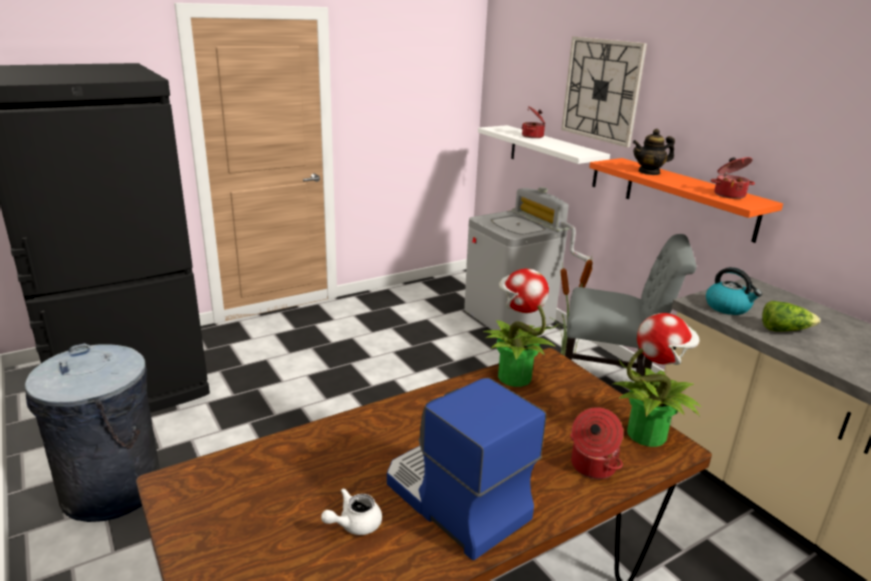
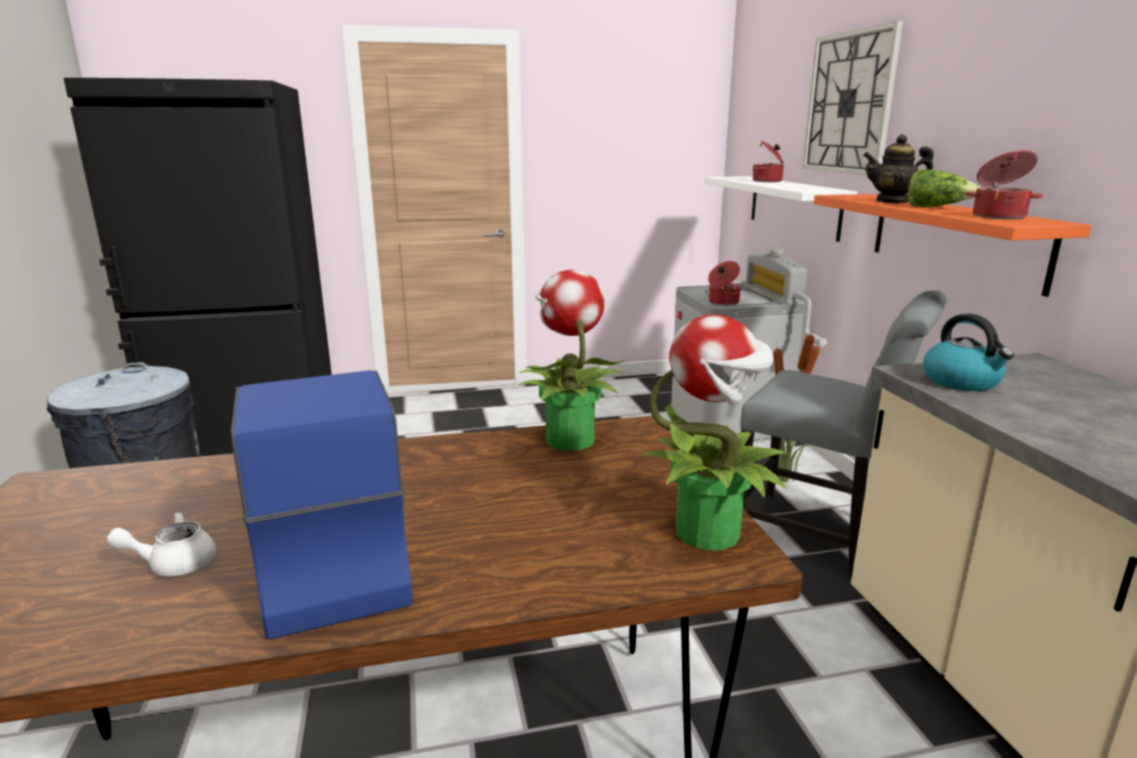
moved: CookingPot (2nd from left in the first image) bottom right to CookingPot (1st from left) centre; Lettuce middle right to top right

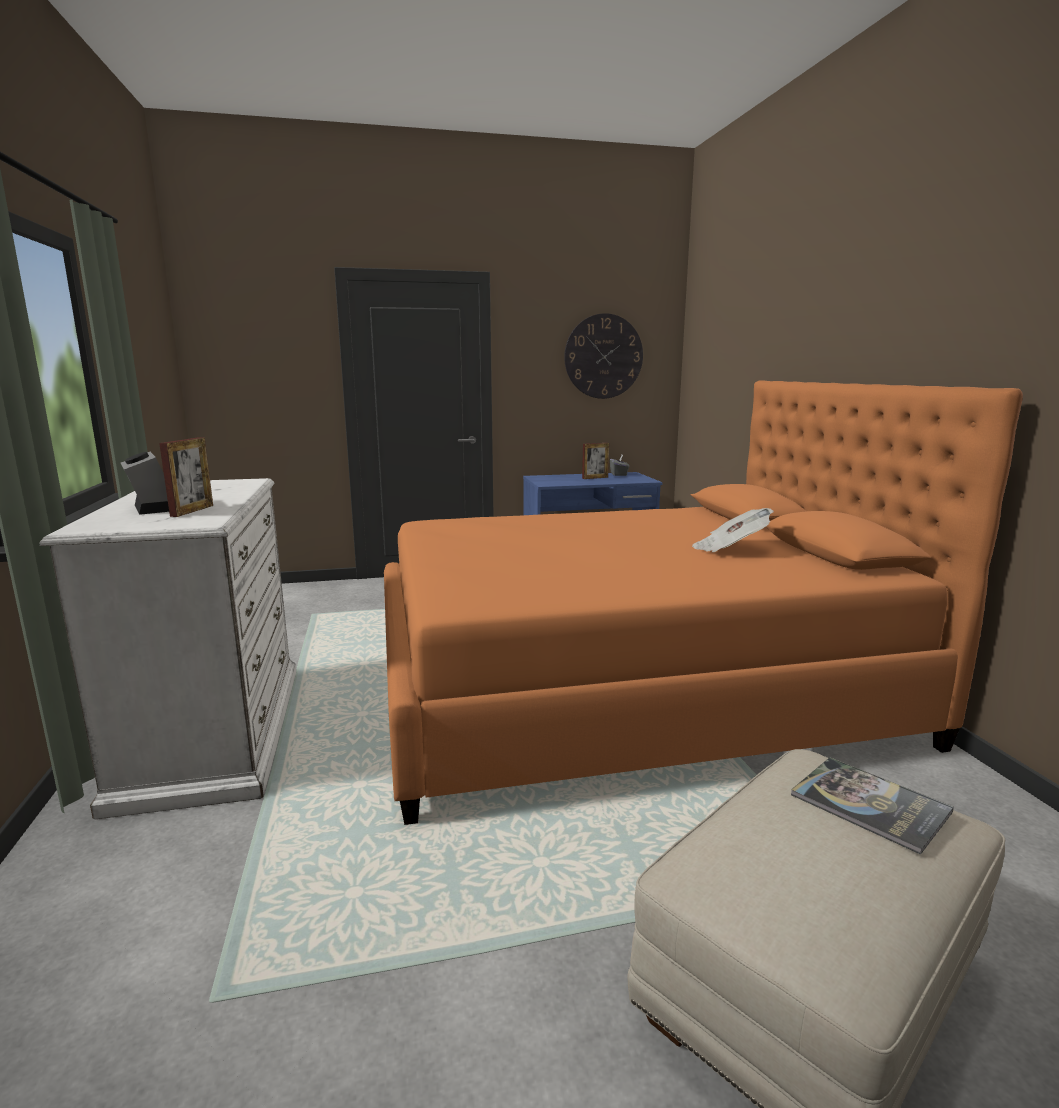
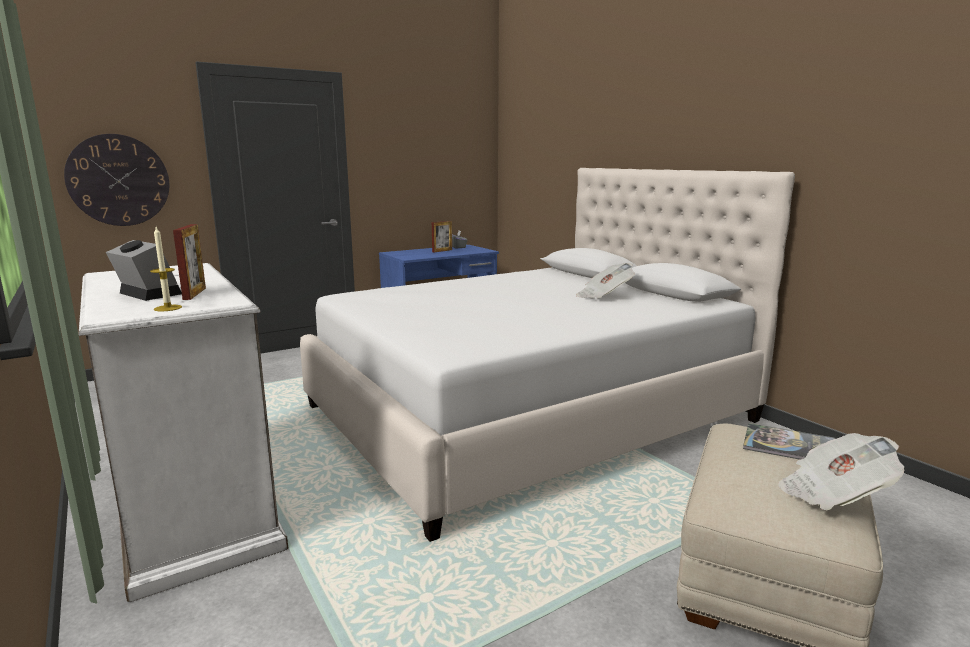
added: WaxLight middle left; Newspaper (2nd from left) bottom right
moved: WallClock top centre to top left
recoloured: OrangeSleepingBed centre to WhitishSleepingBed centre

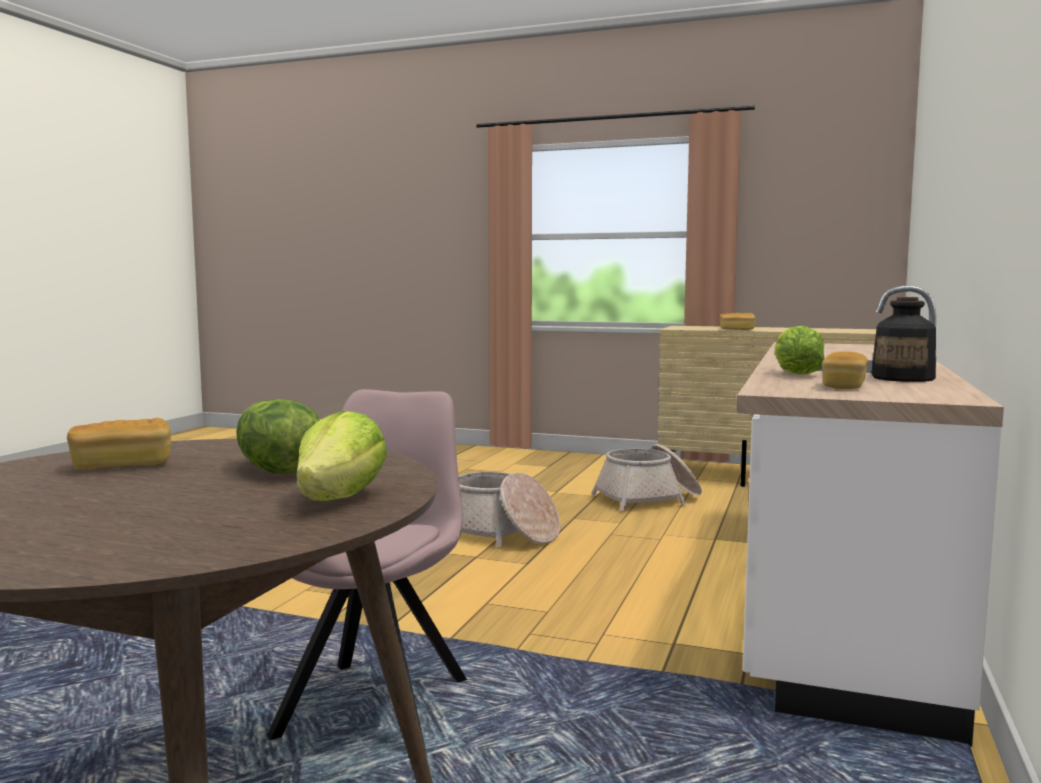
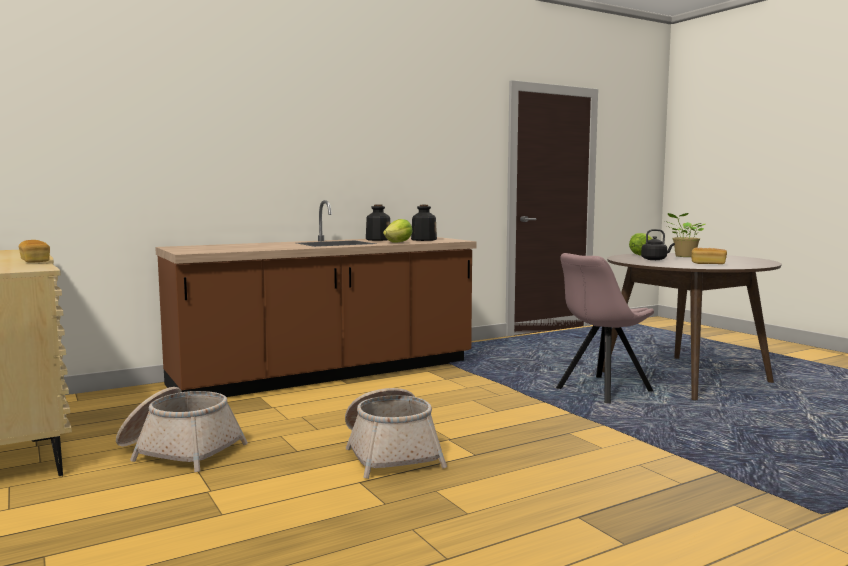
added: PottedPlant middle right
replaced: BakedBread (3rd from left) middle right to DrinkBottle (2nd from left) centre; Lettuce (1st from left) middle left to BlackColouredKettle middle right
recoloured: WhitishCounter middle right to BrownishCounter centre

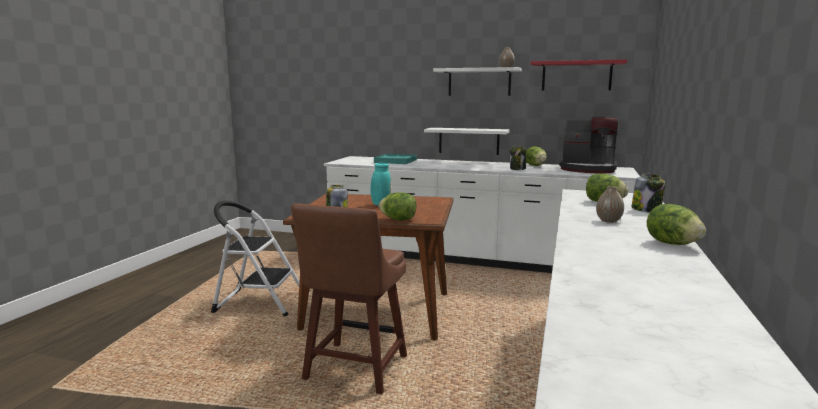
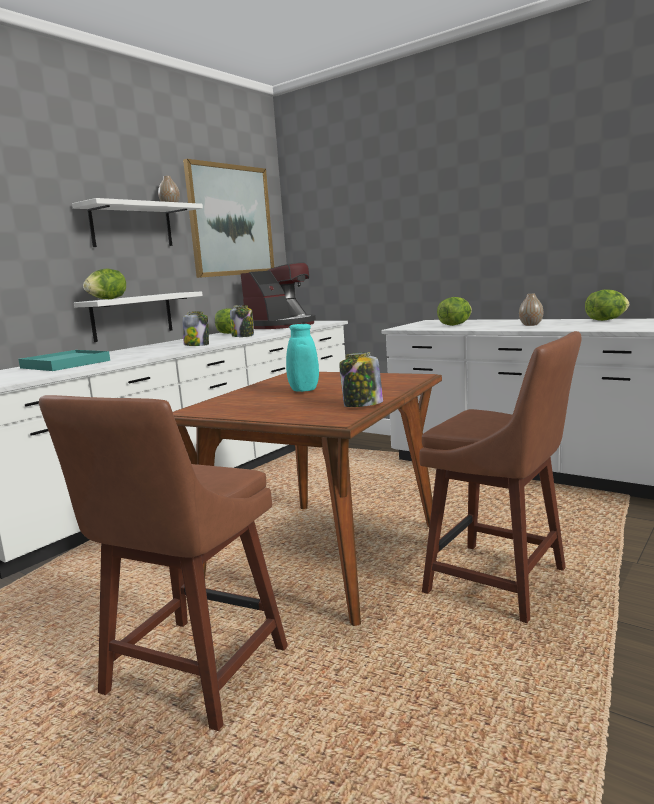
moved: Lettuce (1st from left) centre to middle left; PreserveJar (3rd from left in the first image) middle right to PreserveJar (1st from left) middle left
replaced: StepStool middle left to BrownishPlainChair (1st from left) bottom left; ReddishWallShelf top right to WallPicture top centre

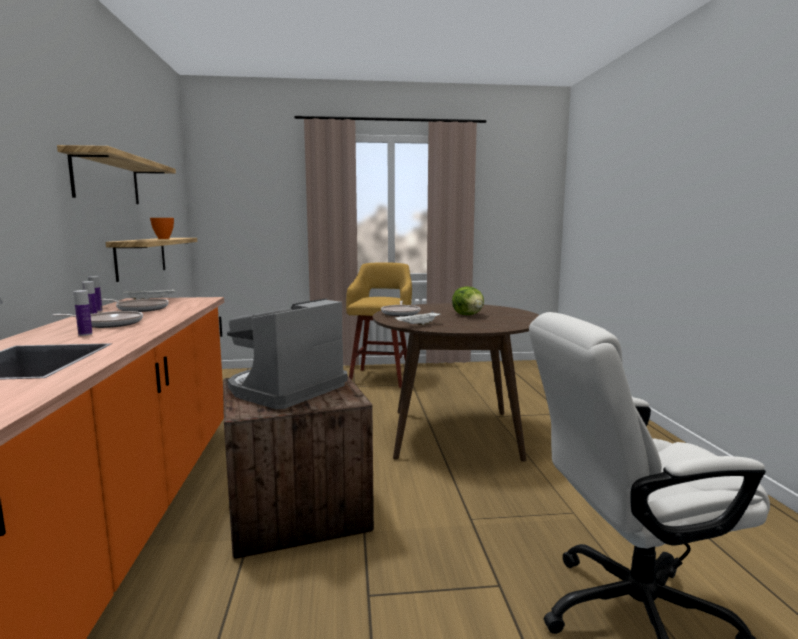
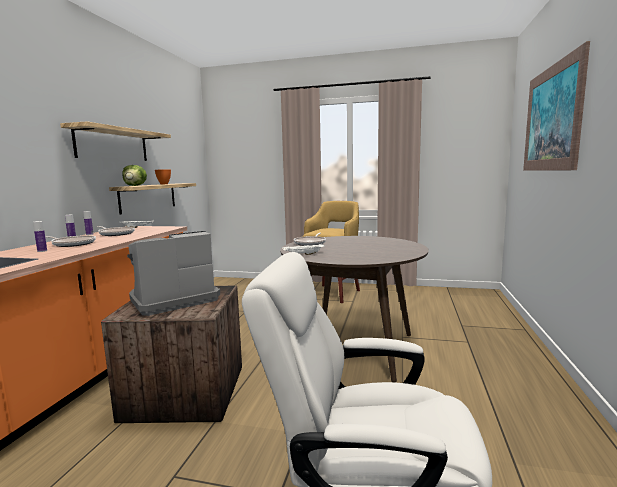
added: WallPicture top right
moved: Lettuce centre to middle left

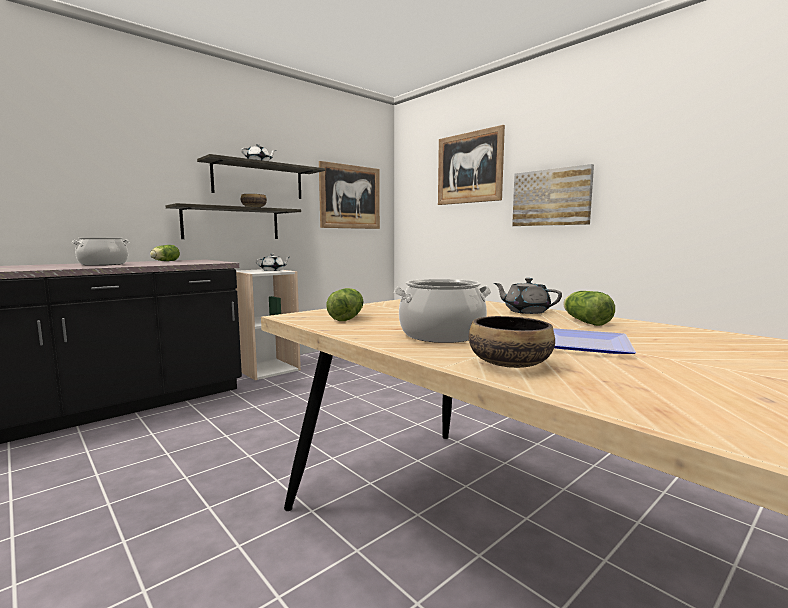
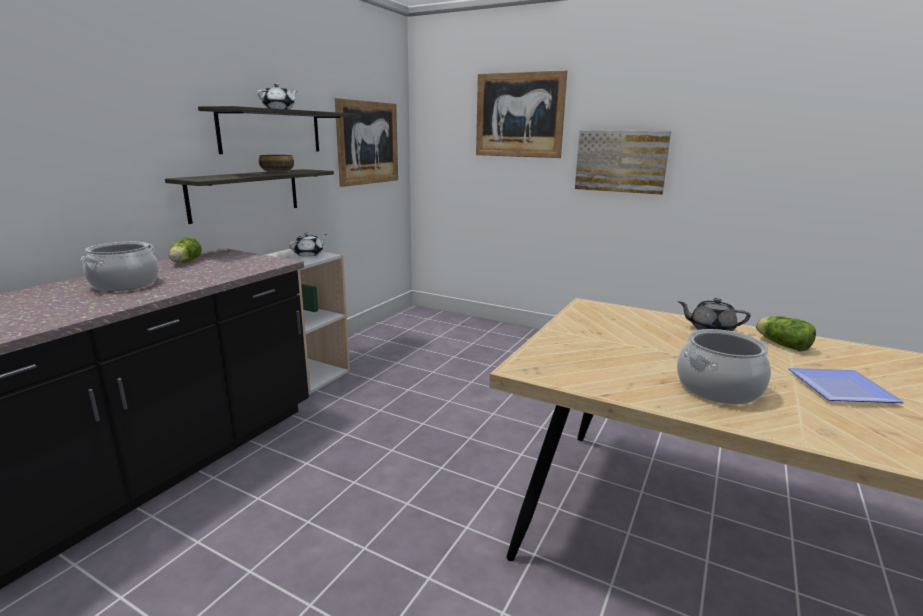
removed: Lettuce (2nd from left) centre; DeepDish (2nd from left) centre

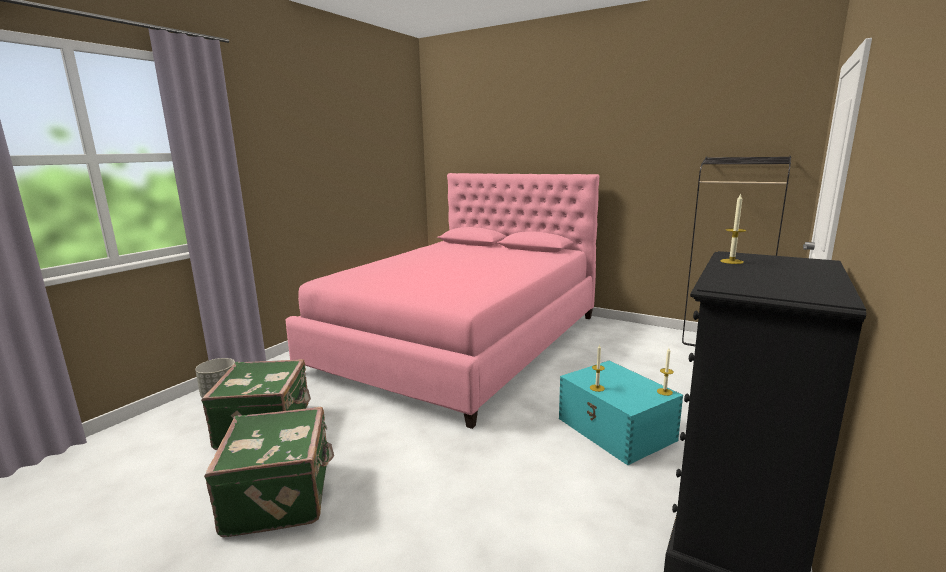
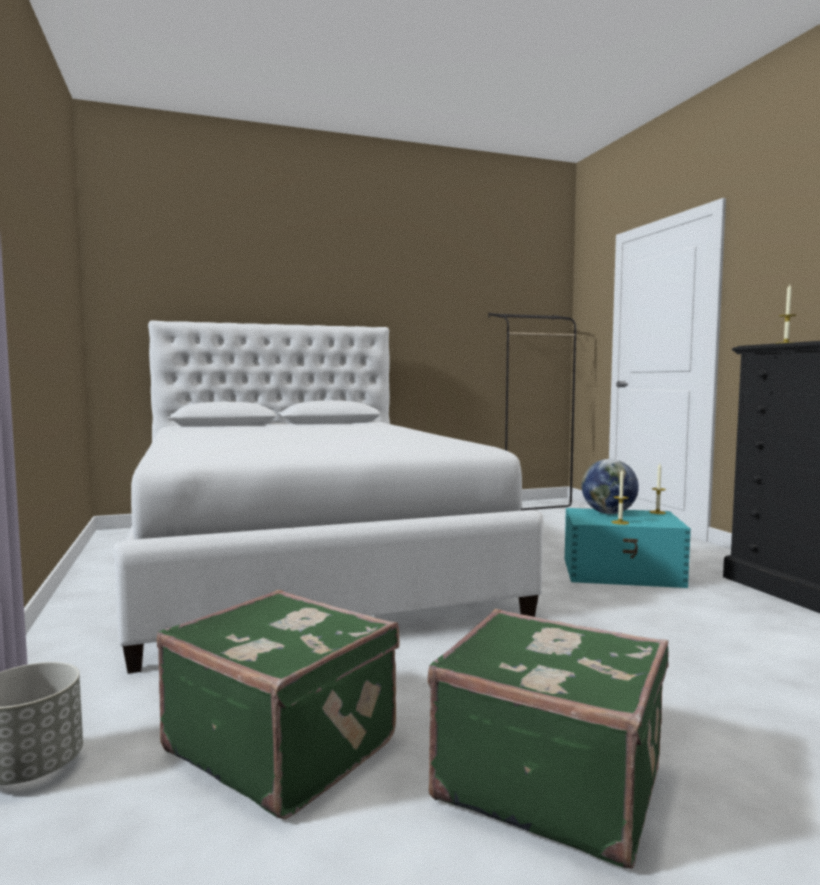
added: WorldGlobe middle right
recoloured: PinkColouredSleepingBed centre to WhitishSleepingBed centre

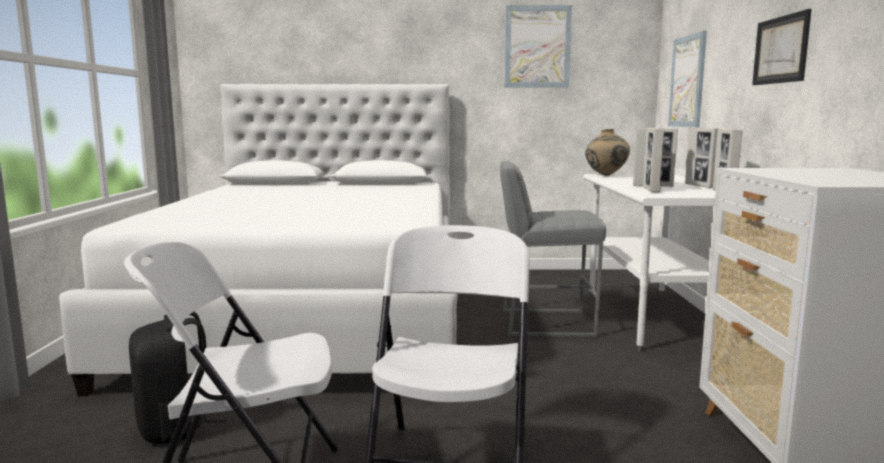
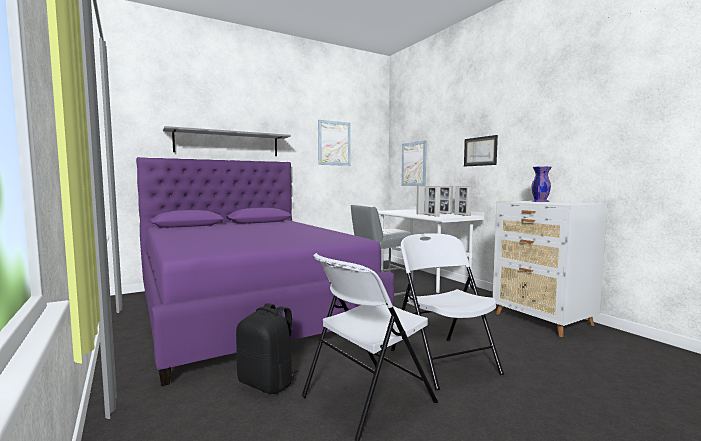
removed: SandColouredVase top right
added: GreyWallShelf top left; PurpleColouredVase middle right
recoloured: WhitishSleepingBed middle left to PurpleColouredSleepingBed centre

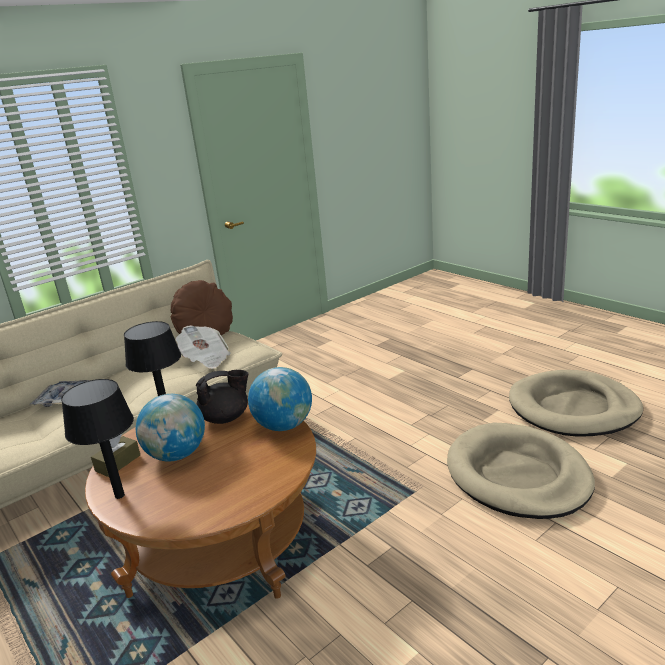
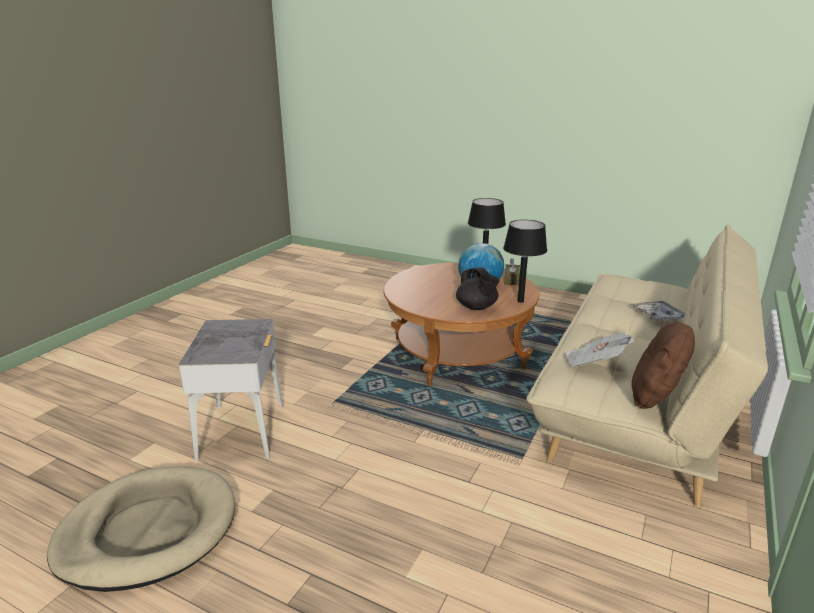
removed: WorldGlobe (2nd from left) centre
replaced: SandColouredDogCushion (1st from left) bottom right to SideTable middle left
turned: BlackColouredPotForTea centre = centre 75 degrees counterclockwise

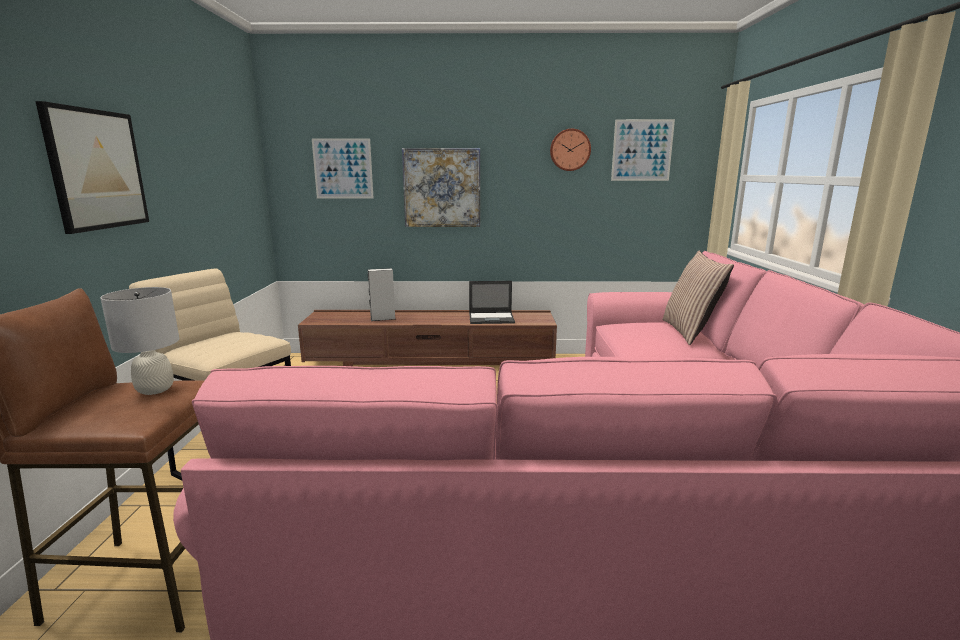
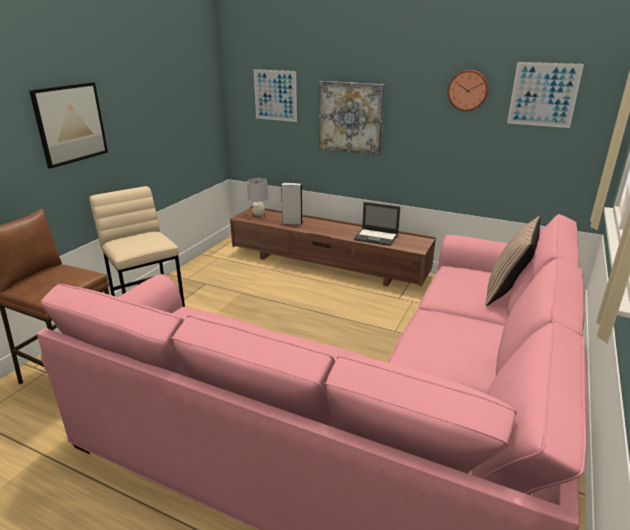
moved: GreyTabletopLamp middle left to centre

